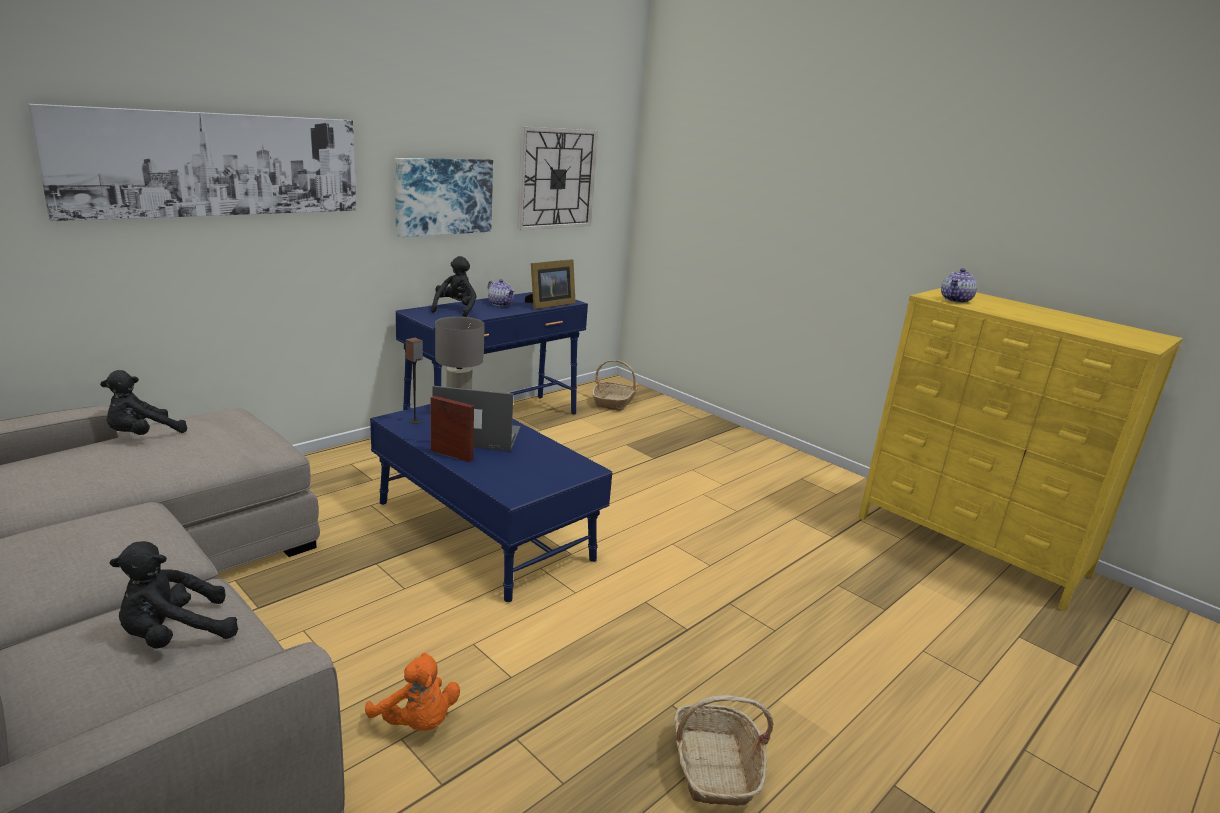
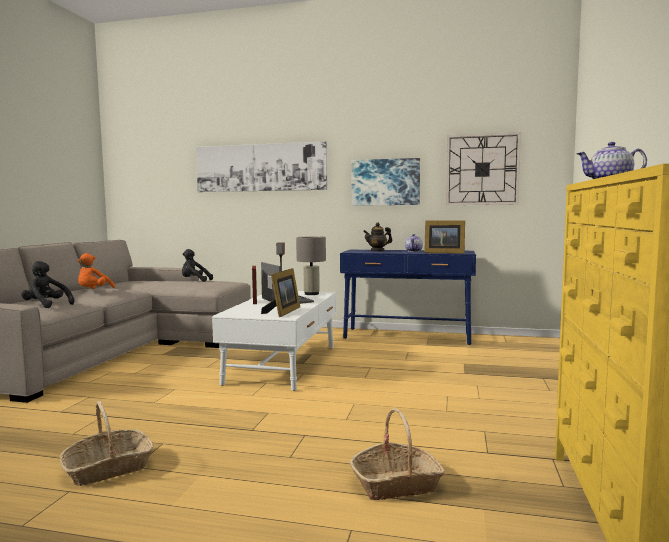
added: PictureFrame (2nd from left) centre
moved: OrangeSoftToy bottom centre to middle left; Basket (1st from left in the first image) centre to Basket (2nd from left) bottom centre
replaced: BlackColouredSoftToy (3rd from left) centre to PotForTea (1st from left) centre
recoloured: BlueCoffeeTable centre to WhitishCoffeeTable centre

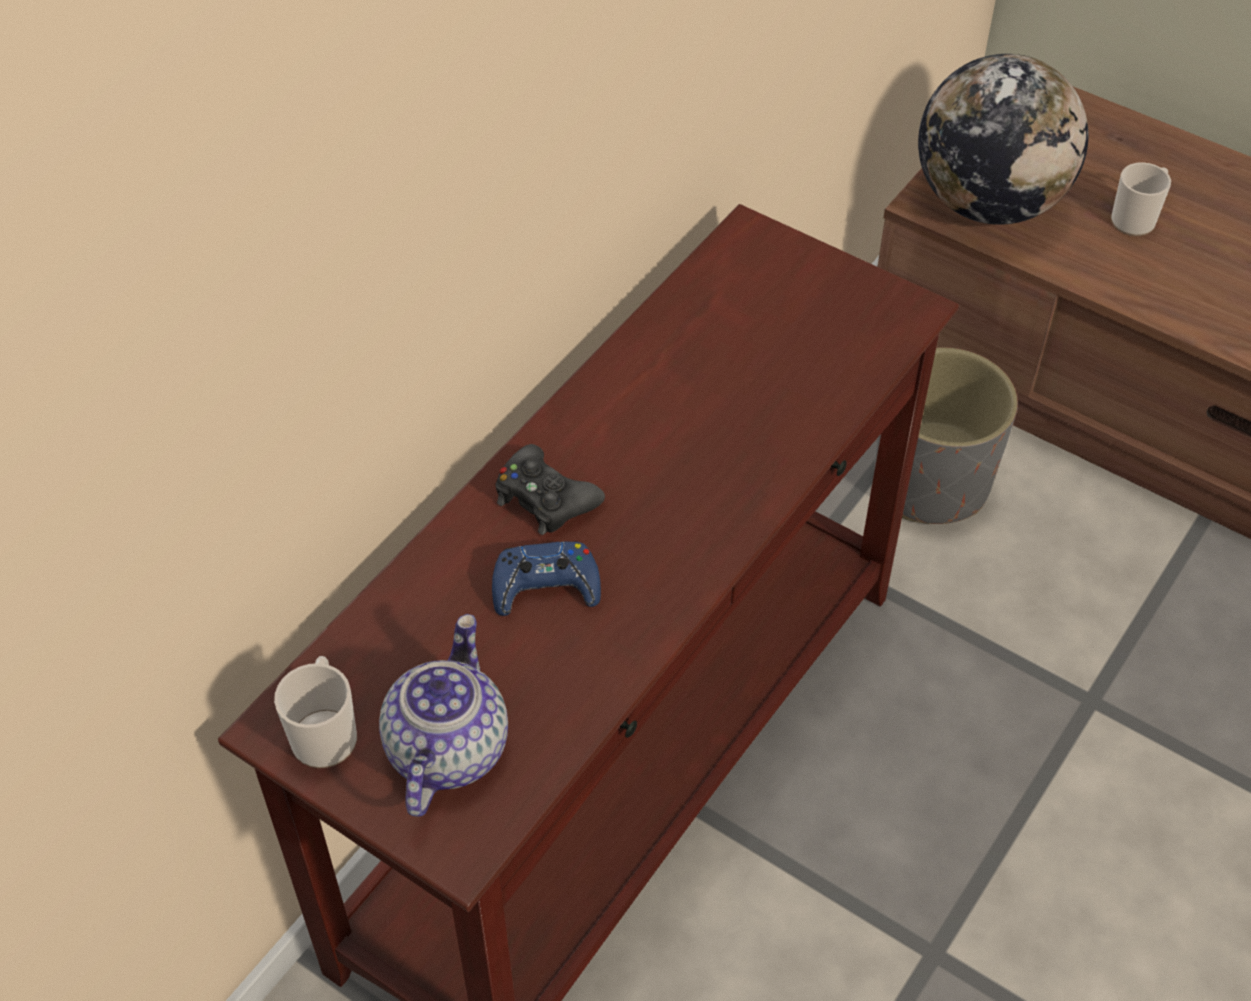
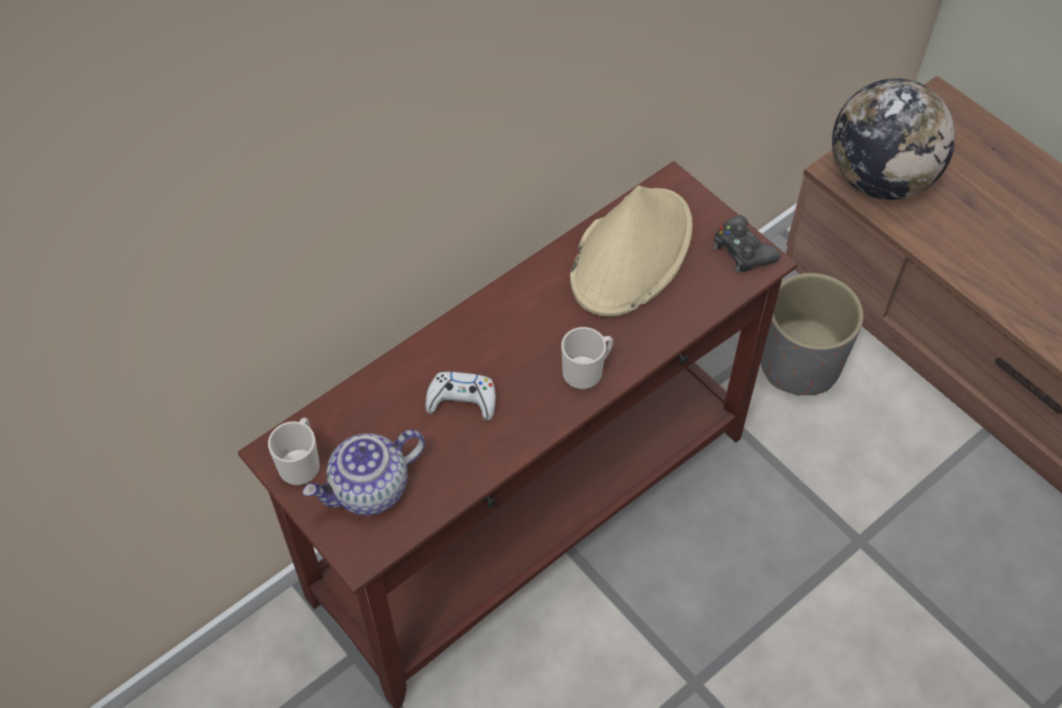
added: SandColouredClothingHat centre
moved: CoffeeMug (2nd from left) top right to centre; BlackColouredGamepad centre to middle right
recoloured: BlueGamepad centre to WhitishGamepad centre
turned: PotForTea bottom centre = bottom centre 150 degrees counterclockwise

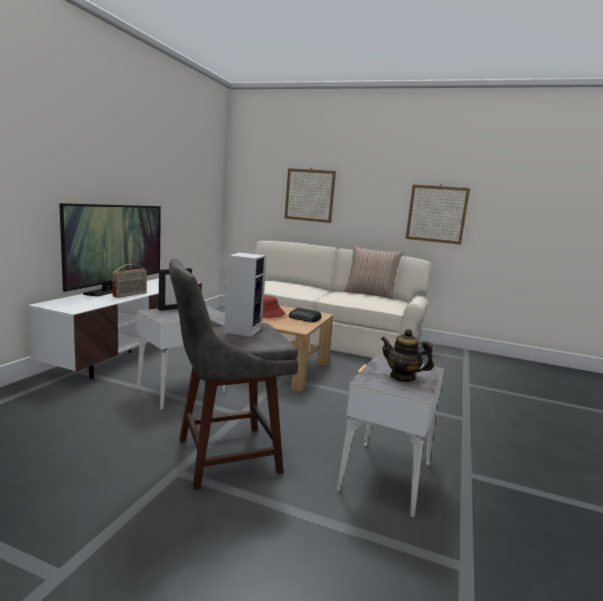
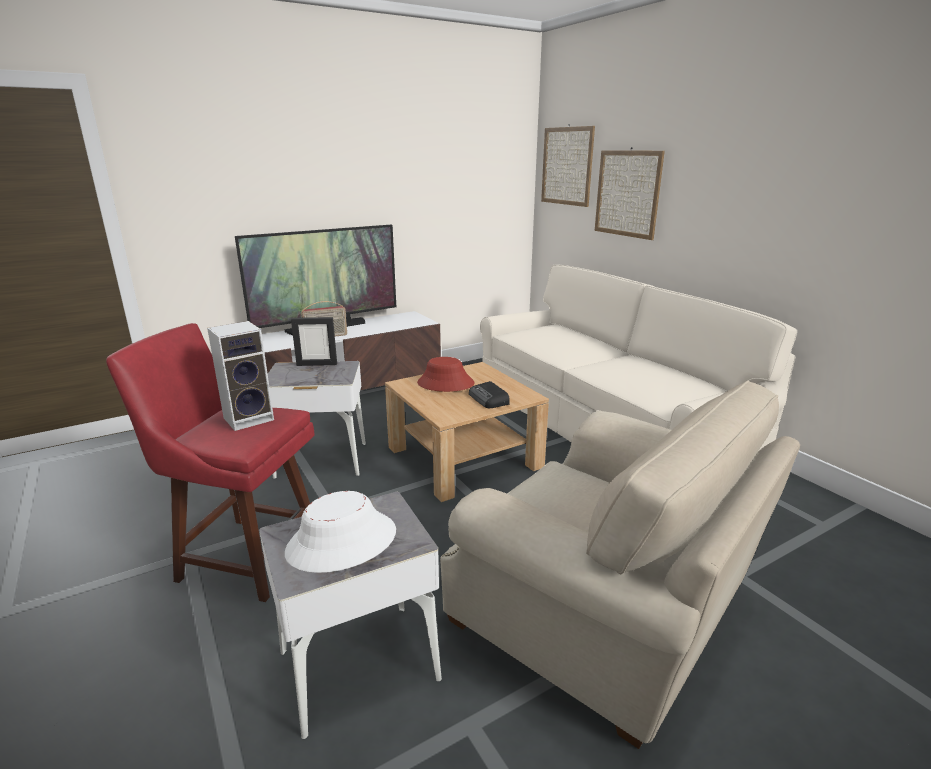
removed: Cushion centre
added: SandColouredArmchair bottom centre
moved: WallPicture (2nd from left in the first image) middle right to WallPicture (1st from left) top centre
replaced: PotForTea middle right to WhitishClothingHat bottom centre
recoloured: GreyStoolSeat centre to ReddishStoolSeat middle left

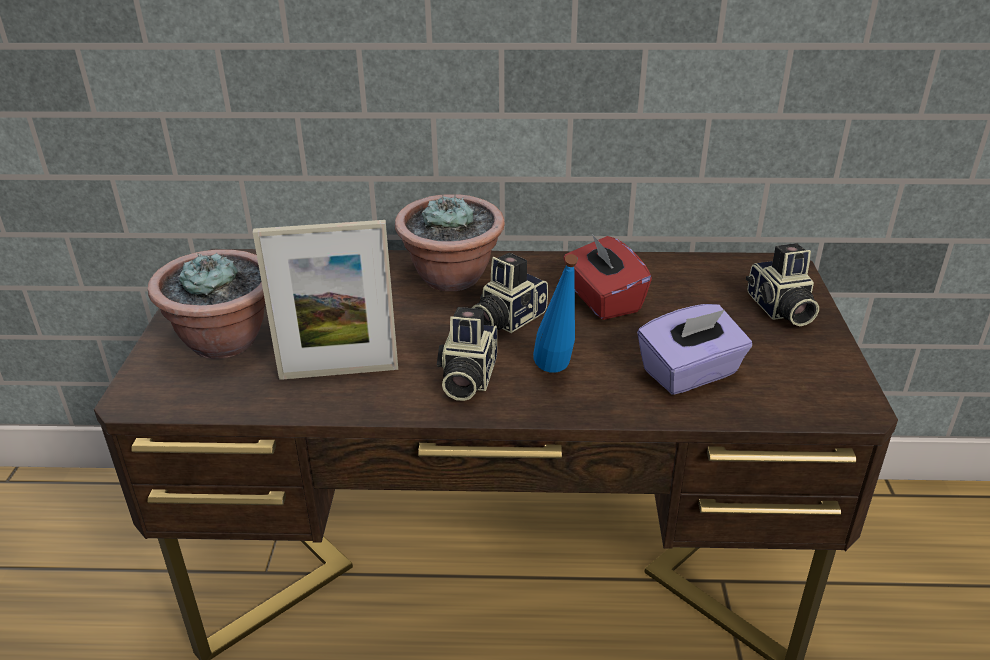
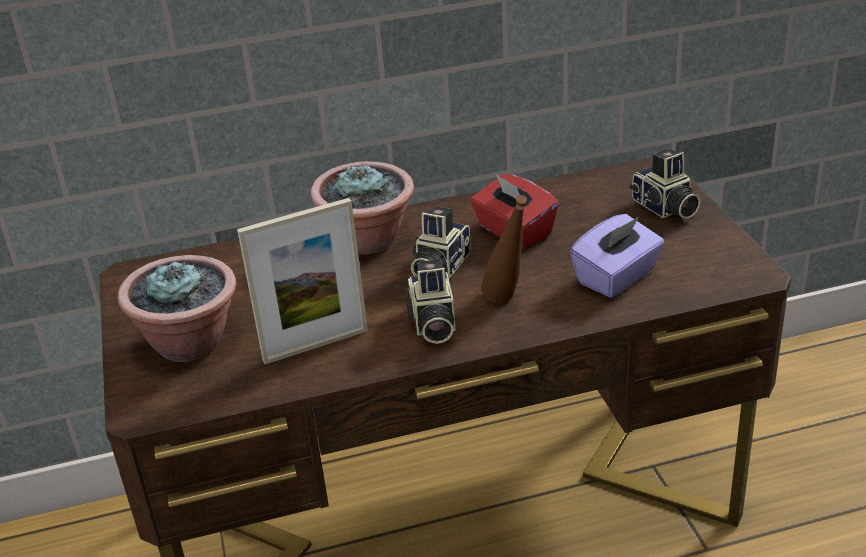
recoloured: BlueDrinkBottle centre to BrownishDrinkBottle centre

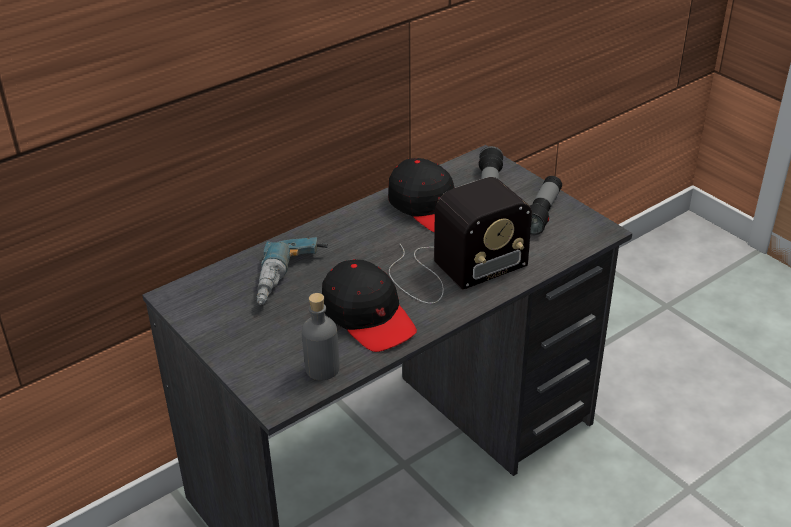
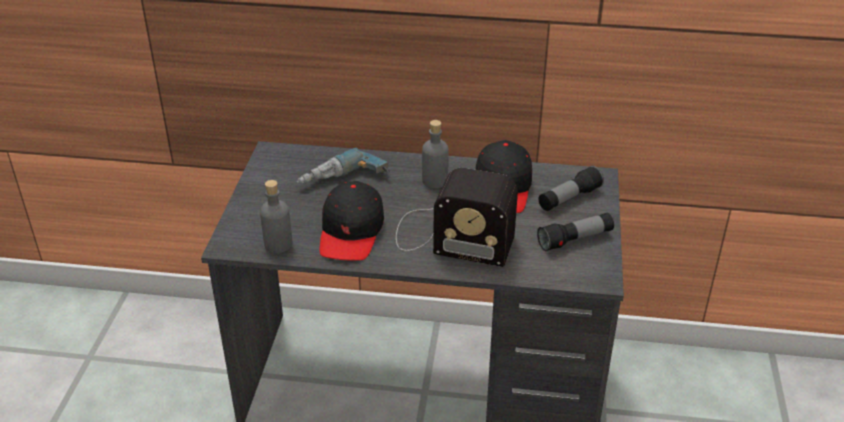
added: GreyDrinkBottle (2nd from left) centre

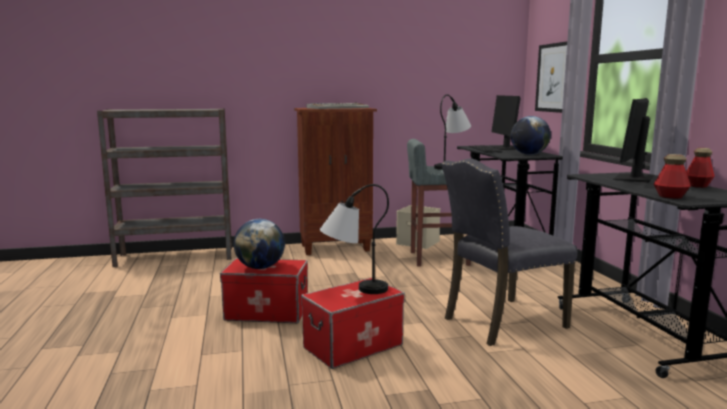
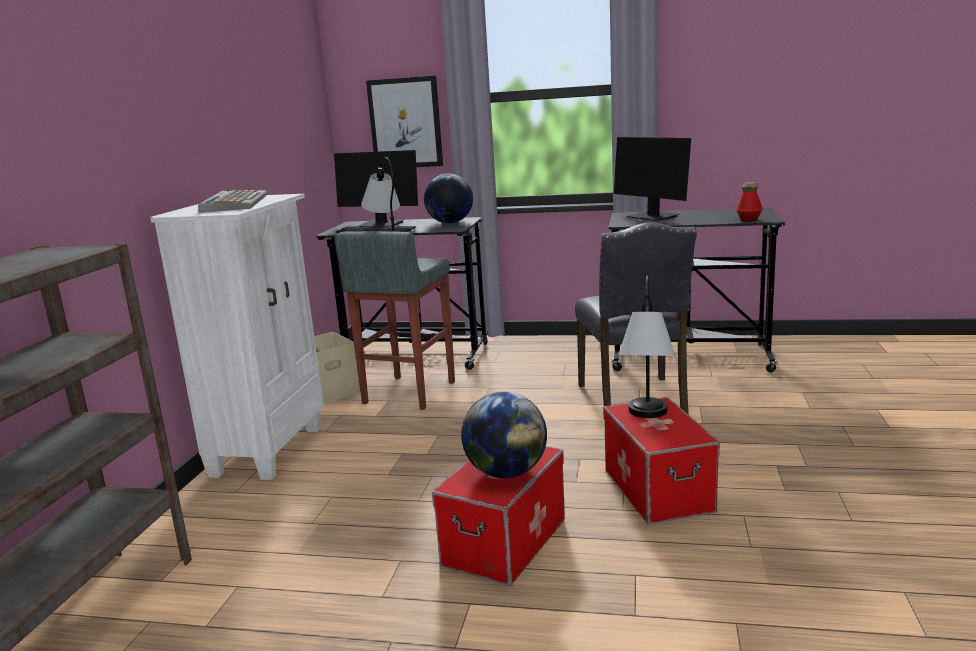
removed: DrinkBottle (2nd from left) middle right
recoloured: BrownishCabinet centre to WhitishCabinet middle left

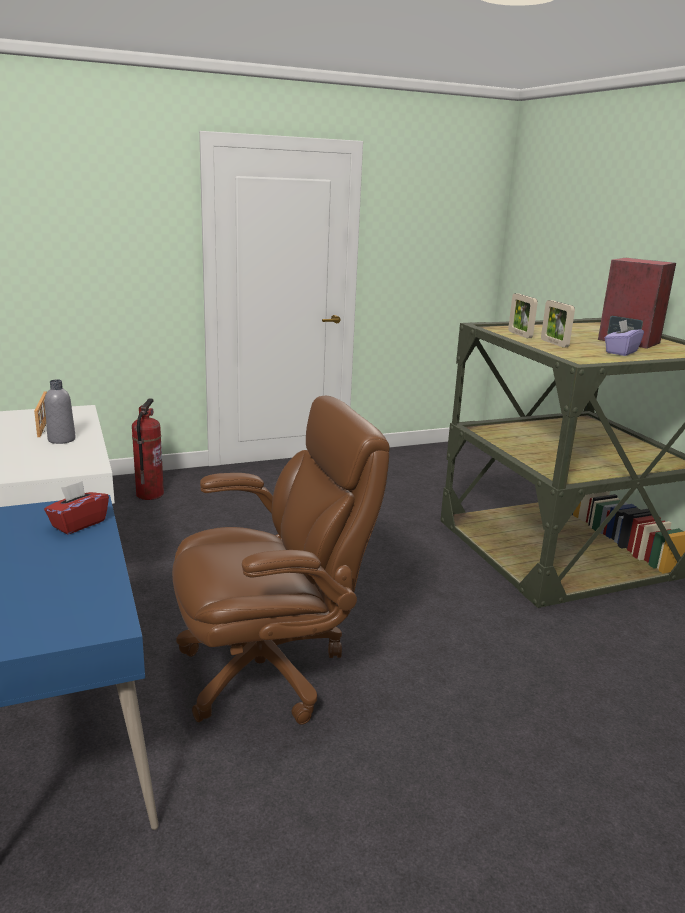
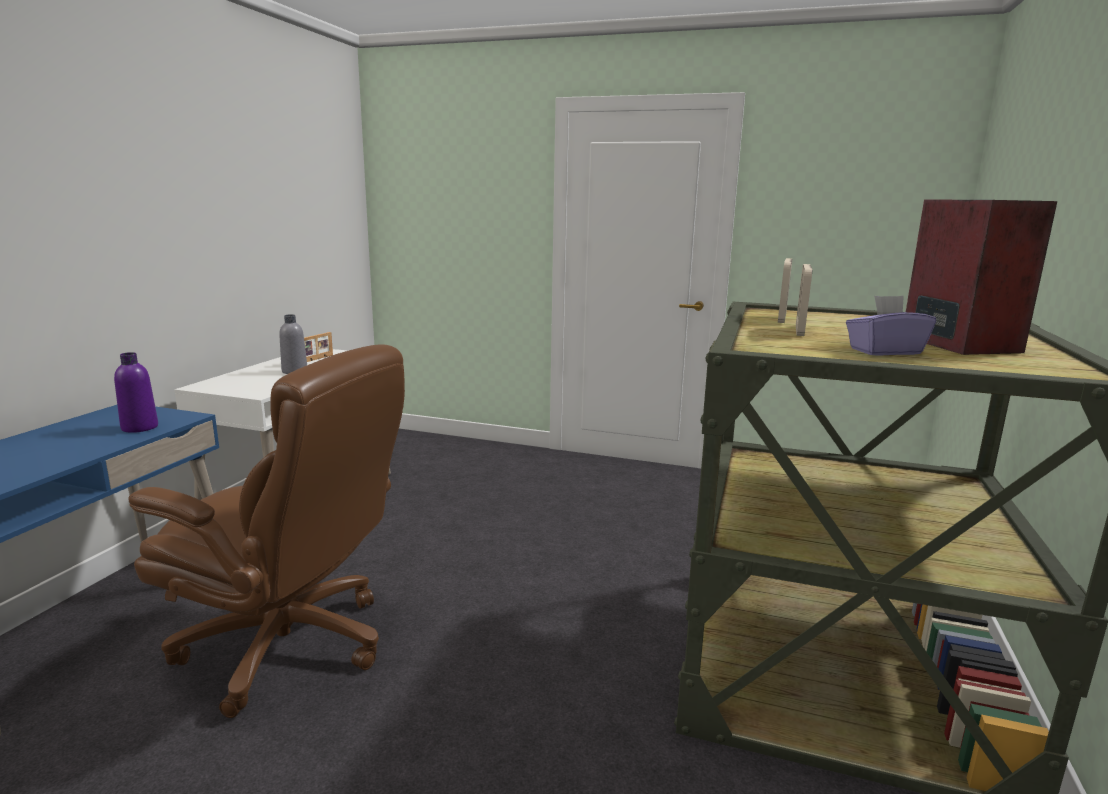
removed: FireExtinguisher middle left
replaced: ReddishTissueHolder middle left to PurpleColouredDrinkBottle middle left

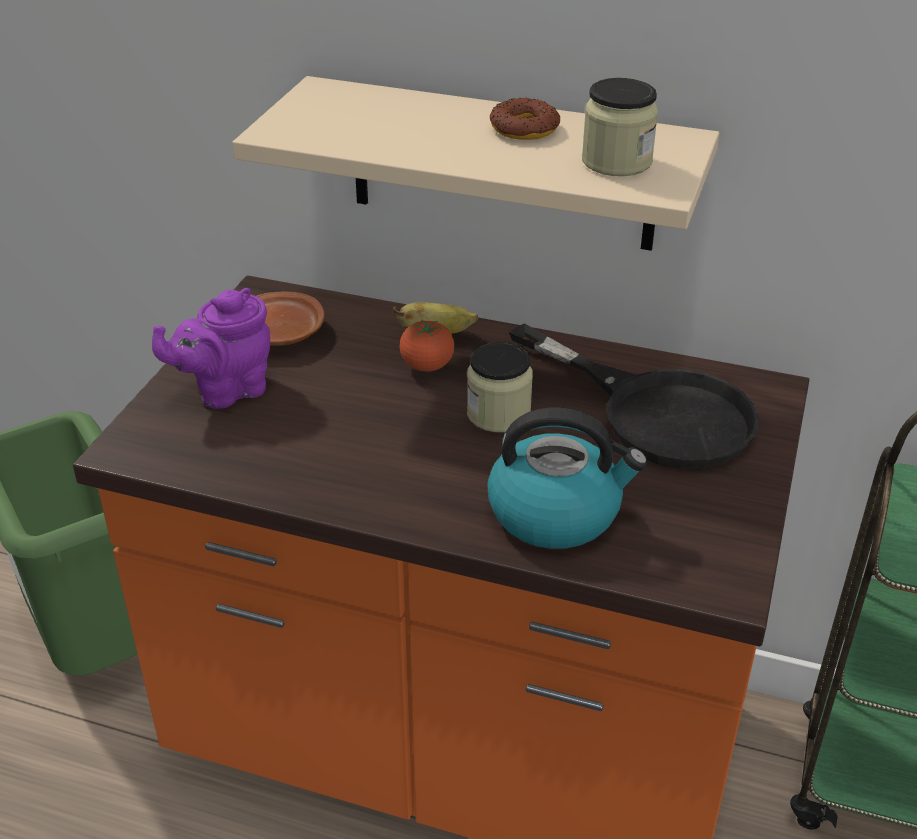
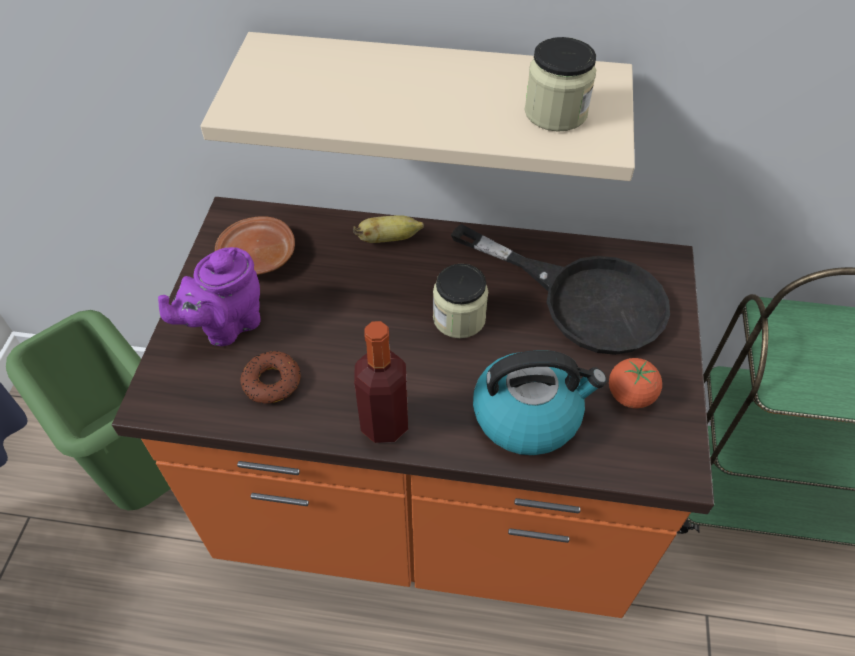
added: DrinkBottle centre
moved: Doughnut top centre to middle left; Tomato centre to middle right

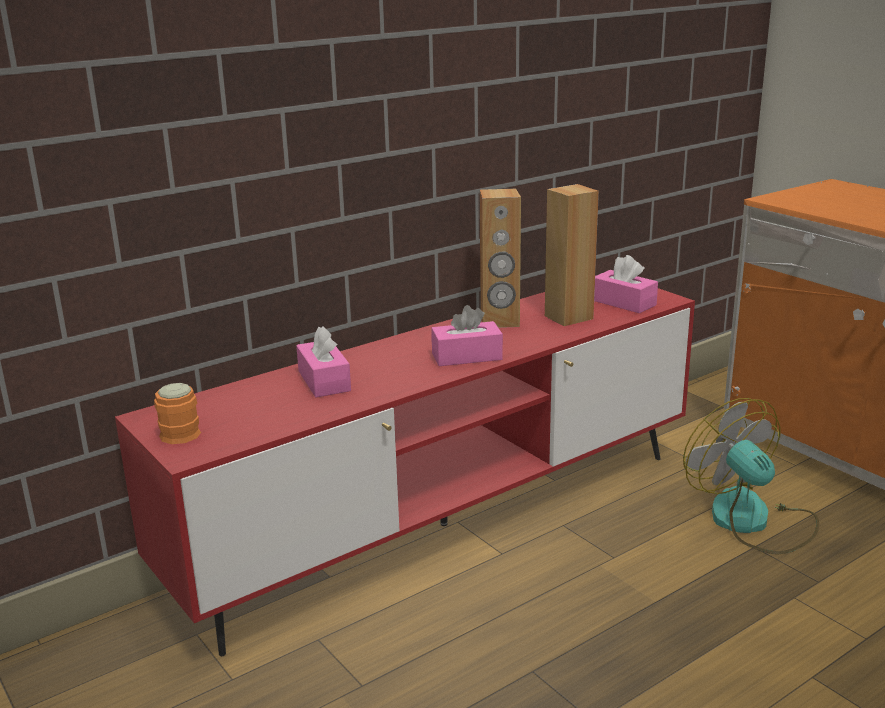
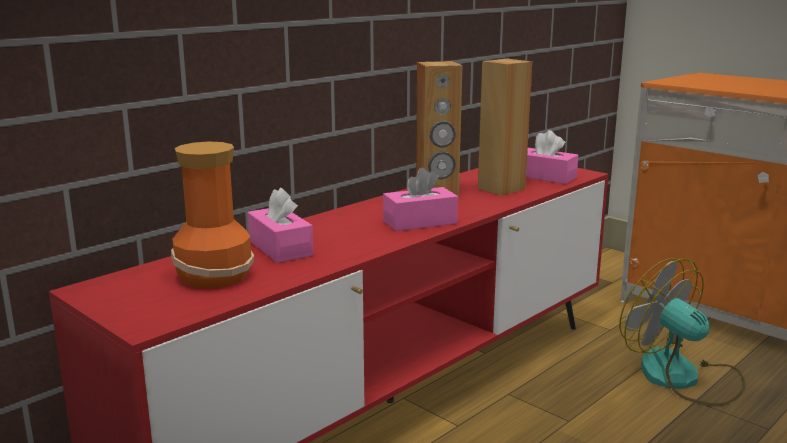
removed: OrangeCoffeeMug middle left
added: Vase middle left

